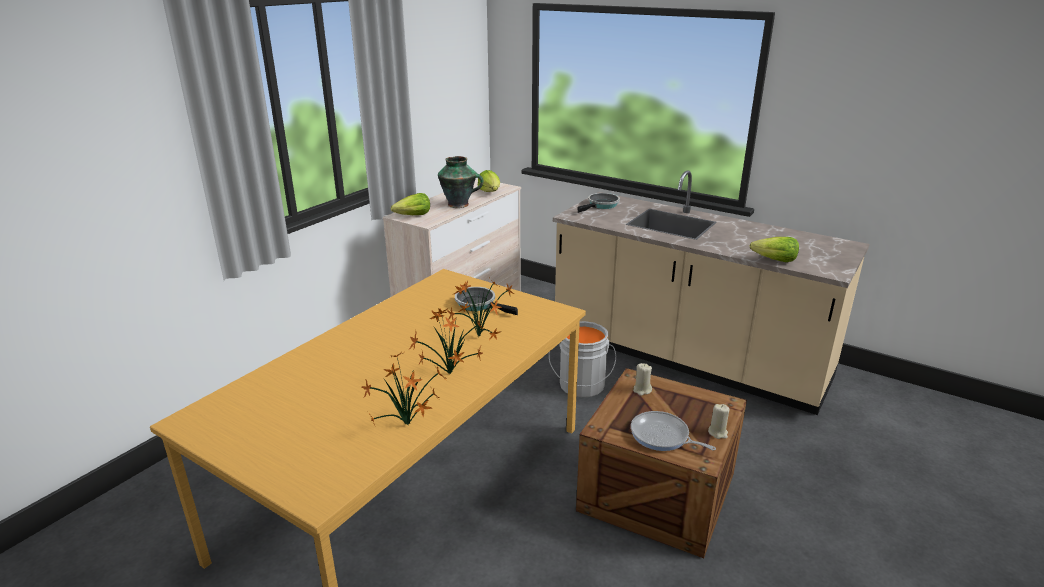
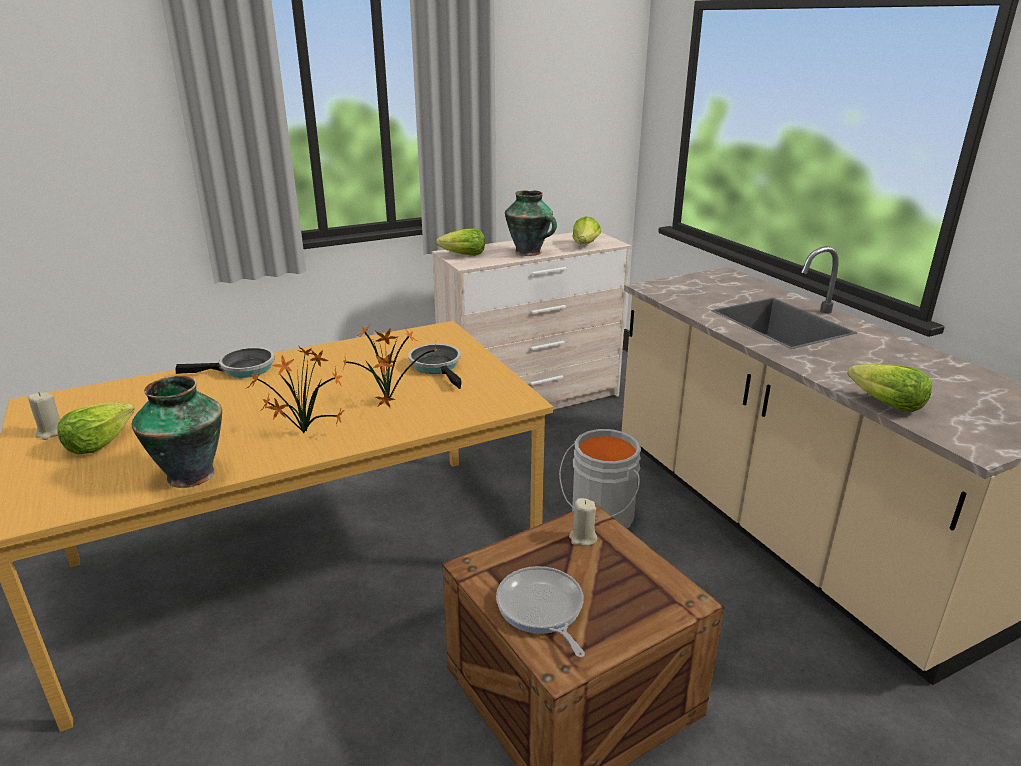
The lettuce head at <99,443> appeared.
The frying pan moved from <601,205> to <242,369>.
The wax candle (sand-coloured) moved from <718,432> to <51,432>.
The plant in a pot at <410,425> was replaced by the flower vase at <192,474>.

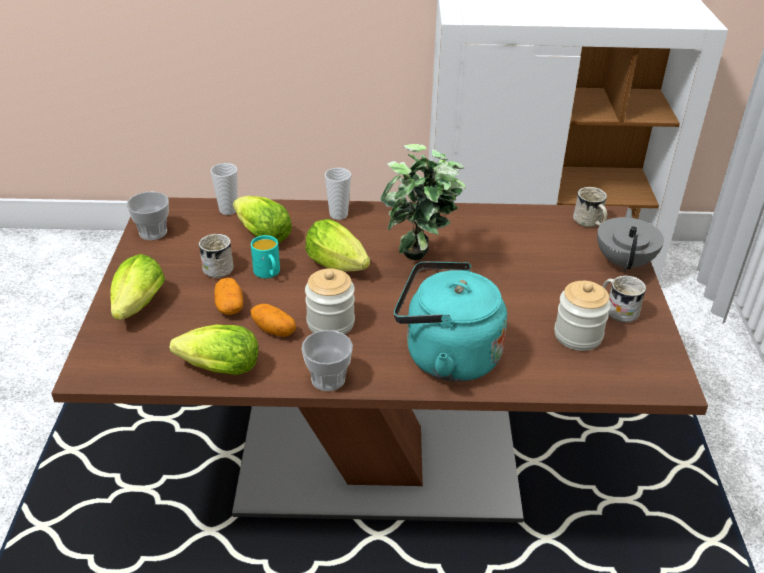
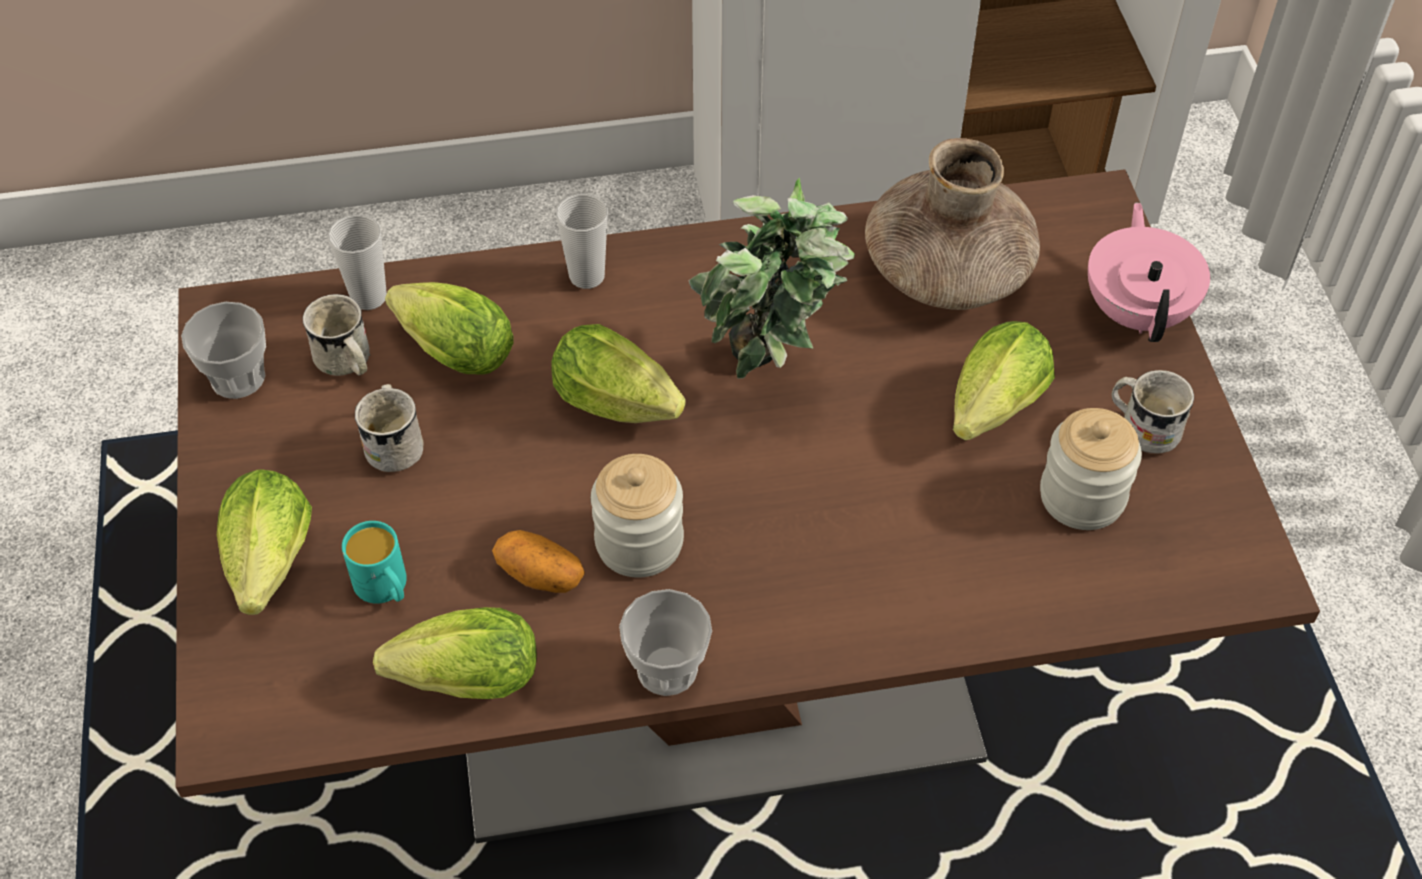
The whole potato at <229,306> disappeared.
The kettle (turquoise) at <446,356> disappeared.
The flower vase (brownish) at <947,270> appeared.
The lettuce head at <991,412> appeared.
The mug (turquoise) moved from <268,273> to <385,588>.
The mug (whitish) moved from <589,223> to <346,364>.
The pot for tea (gray) at <624,262> became the pot for tea (pink-coloured) at <1138,310>.

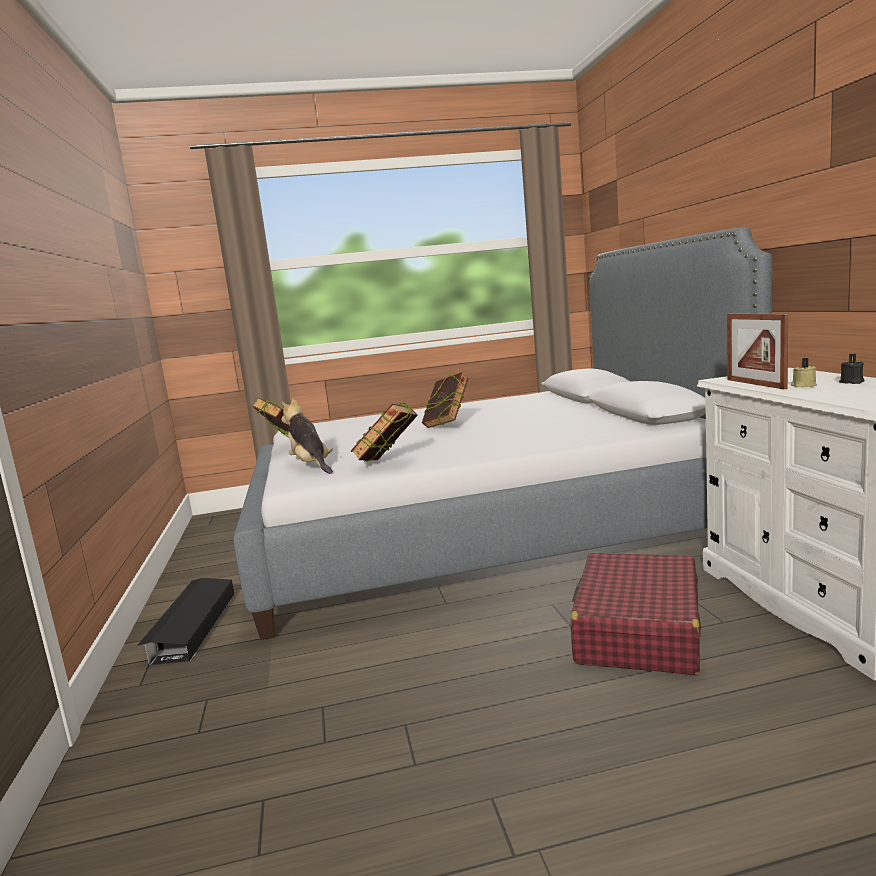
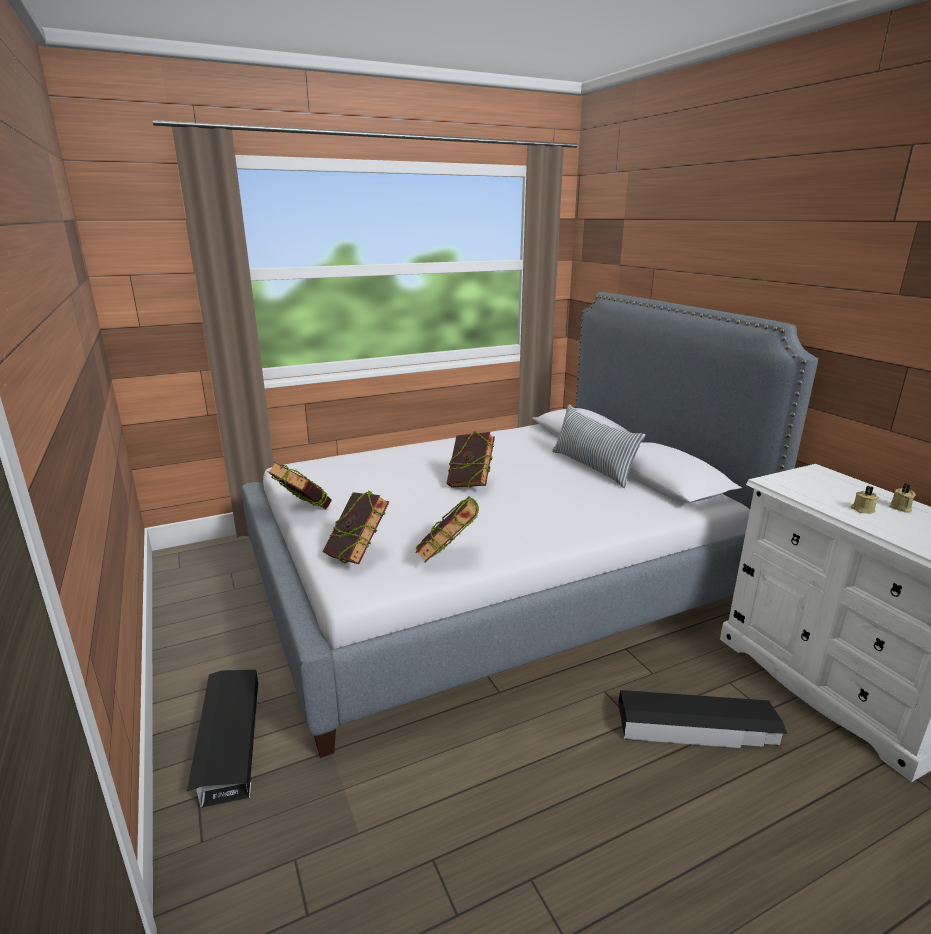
The photo frame at <755,384> disappeared.
The pillow at <592,467> appeared.
The cuddly toy at <311,466> was replaced by the bound book at <358,556>.
The suitcase (red) at <637,631> was replaced by the storage container (blackish) at <697,727>.
The wax candle (blackish) at <851,382> became the wax candle (sand-coloured) at <900,508>.

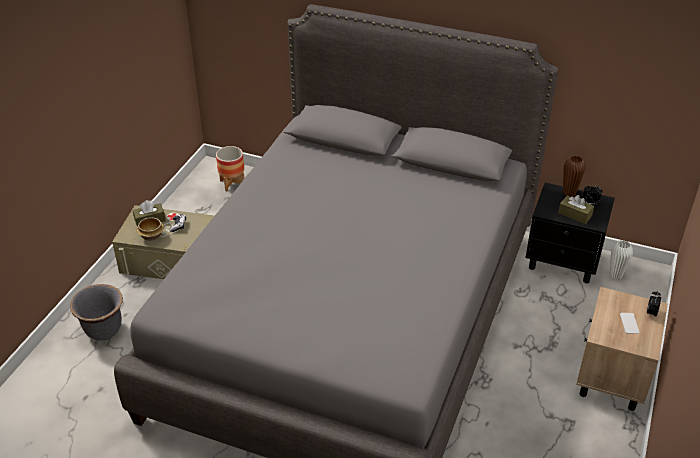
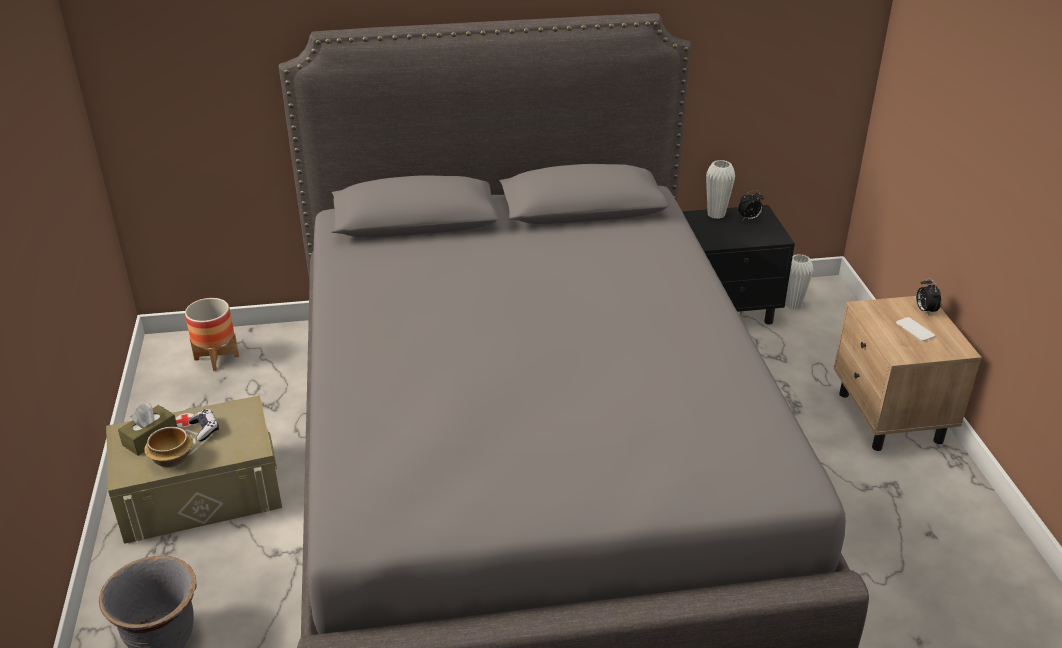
The box of tissues (brownish) at <575,214> disappeared.
The flower vase (brownish) at <569,193> became the flower vase (whitish) at <716,214>.

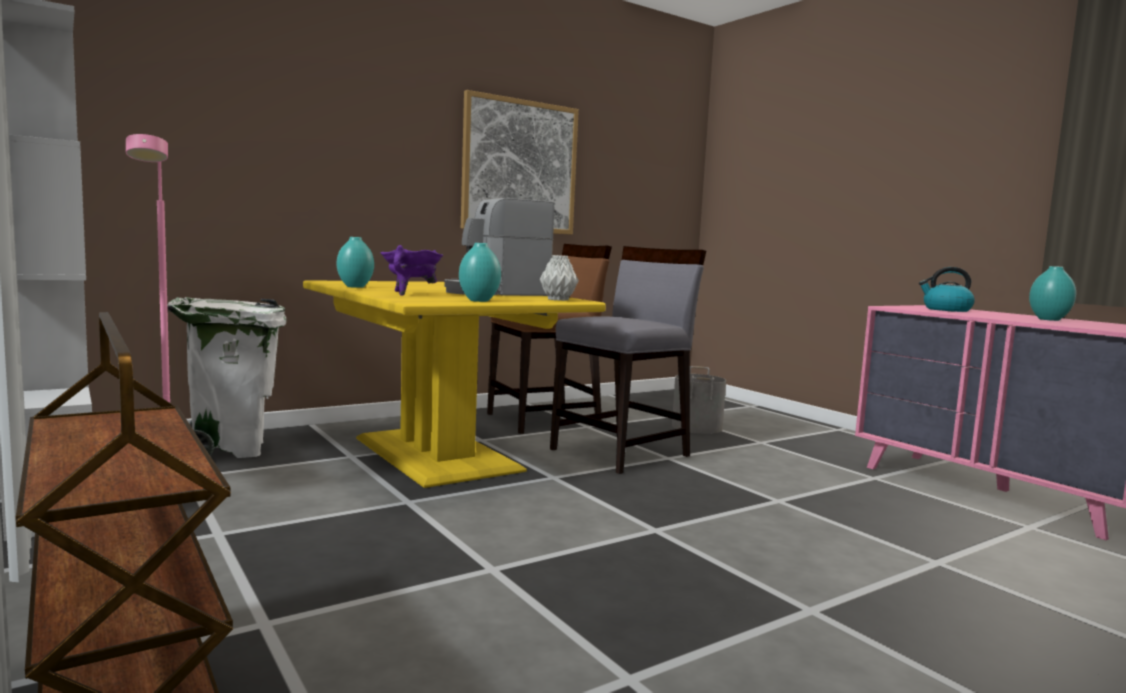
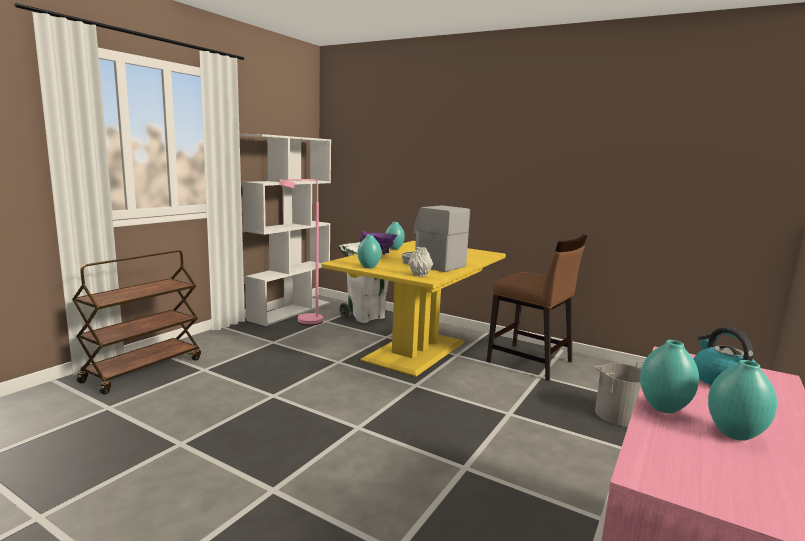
The wall art at <519,166> disappeared.
The chair (gray) at <621,452> disappeared.
The flower vase (turquoise) at <663,407> appeared.

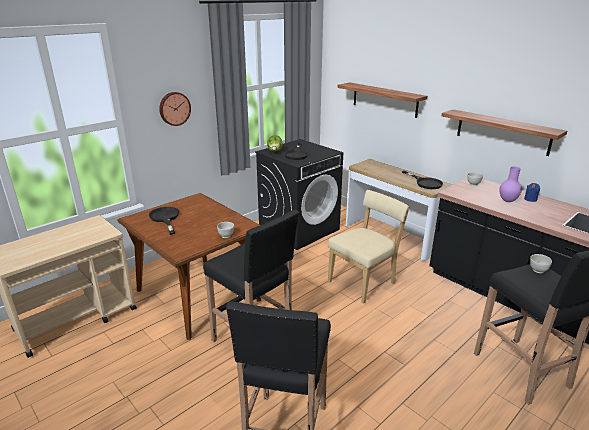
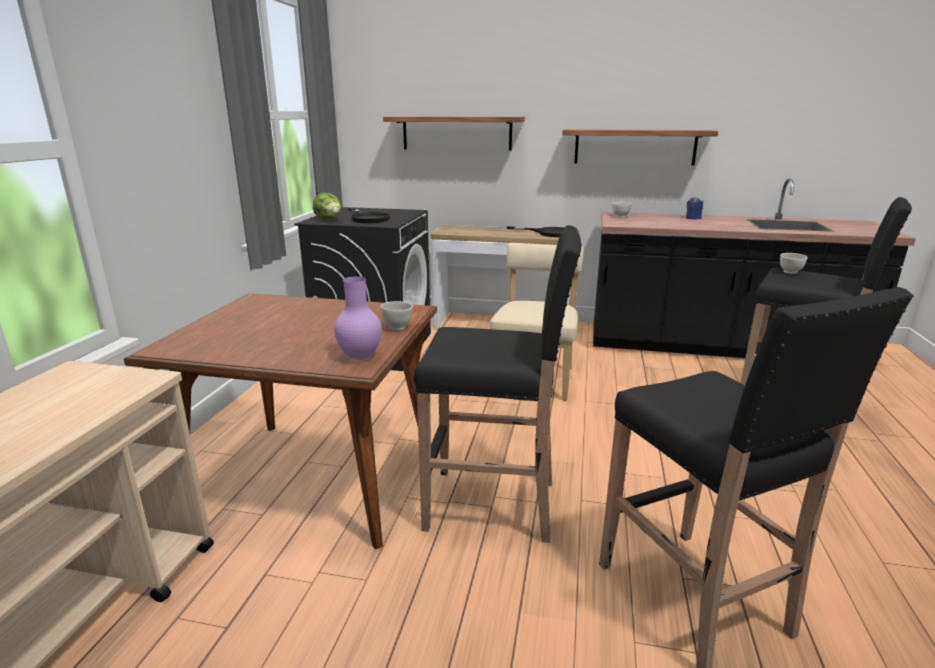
The frying pan (blackish) at <165,218> disappeared.
The clock on the wall at <174,108> disappeared.
The flower vase (purplish) moved from <508,201> to <361,357>.

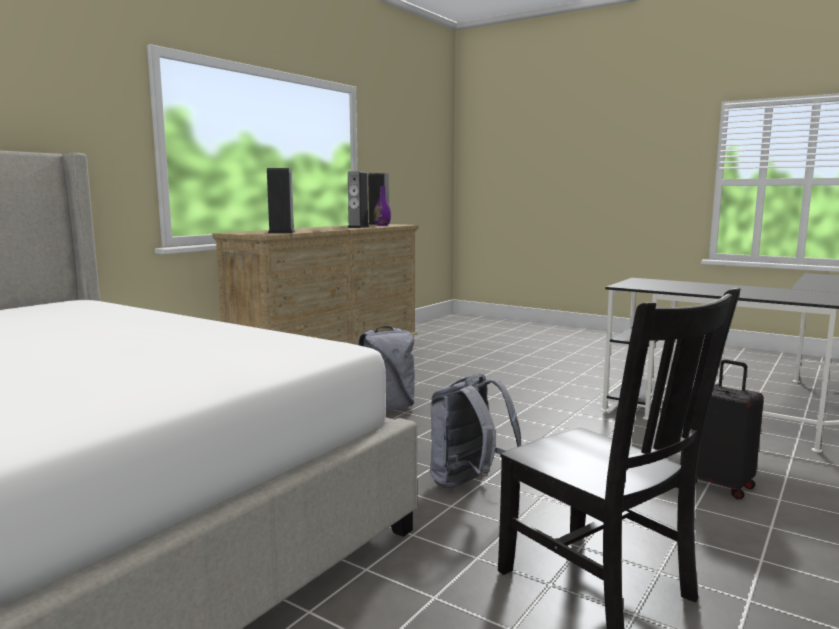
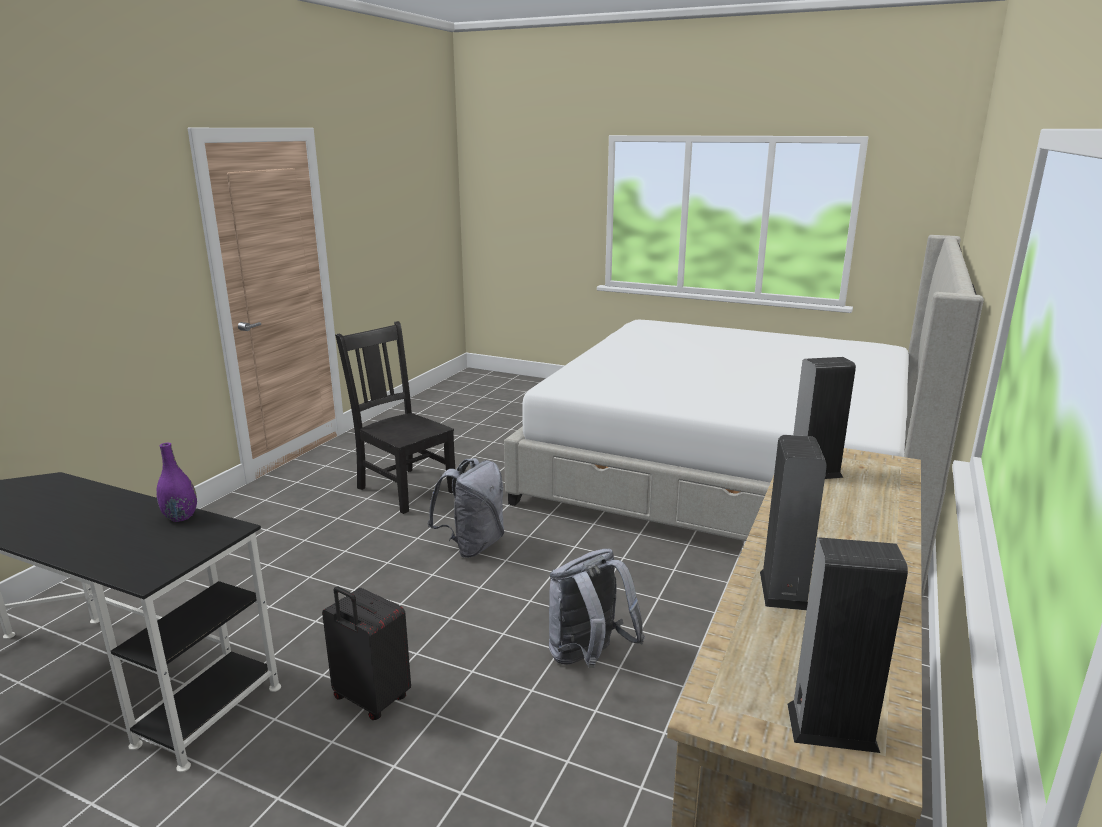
The flower vase (purplish) moved from <382,225> to <180,517>.
The suitcase (blackish) moved from <718,484> to <370,699>.

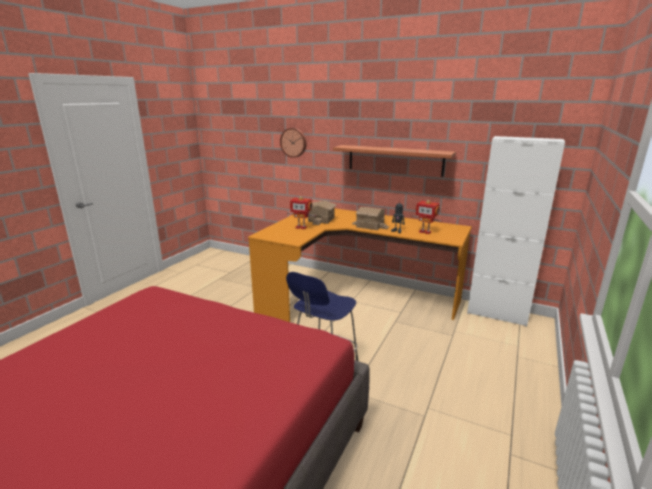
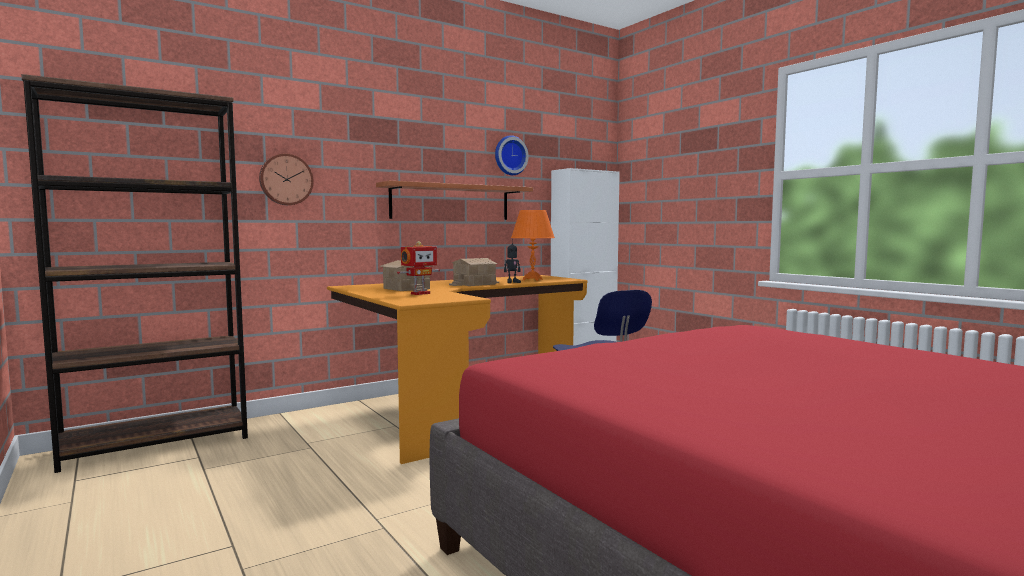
The bookshelf (brownish) at <157,443> appeared.
The clock on the wall at <509,155> appeared.
The robot figure at <425,232> was replaced by the table lamp (orange) at <532,280>.

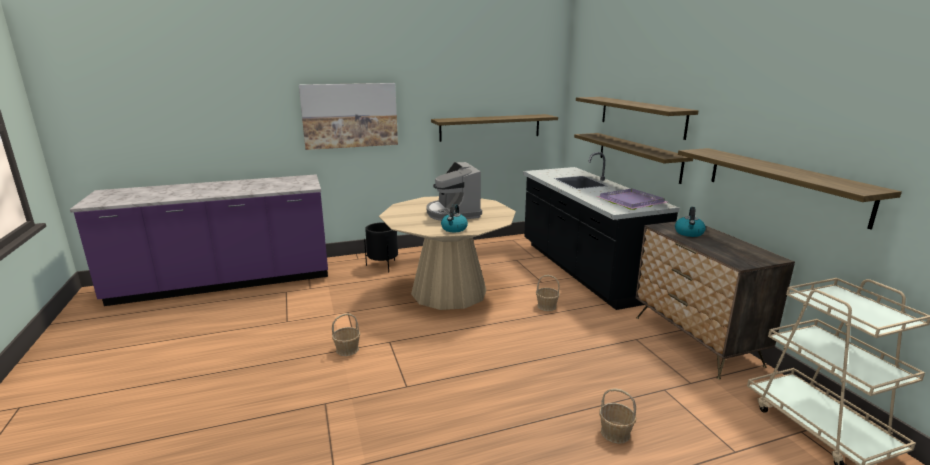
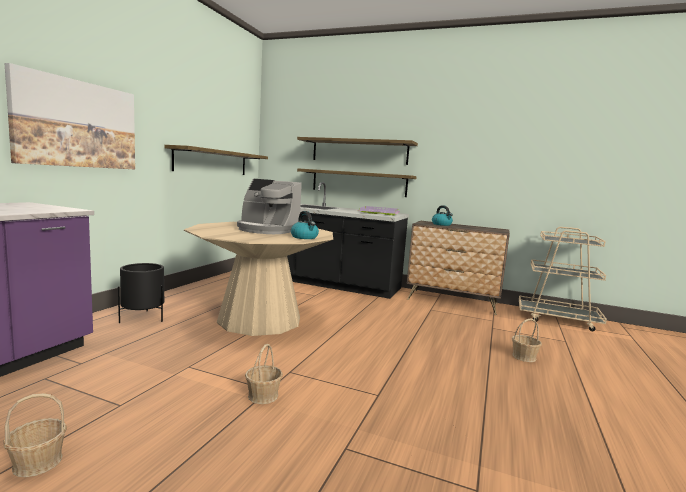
The shelf at <783,184> disappeared.
The basket moved from <546,306> to <37,462>.

